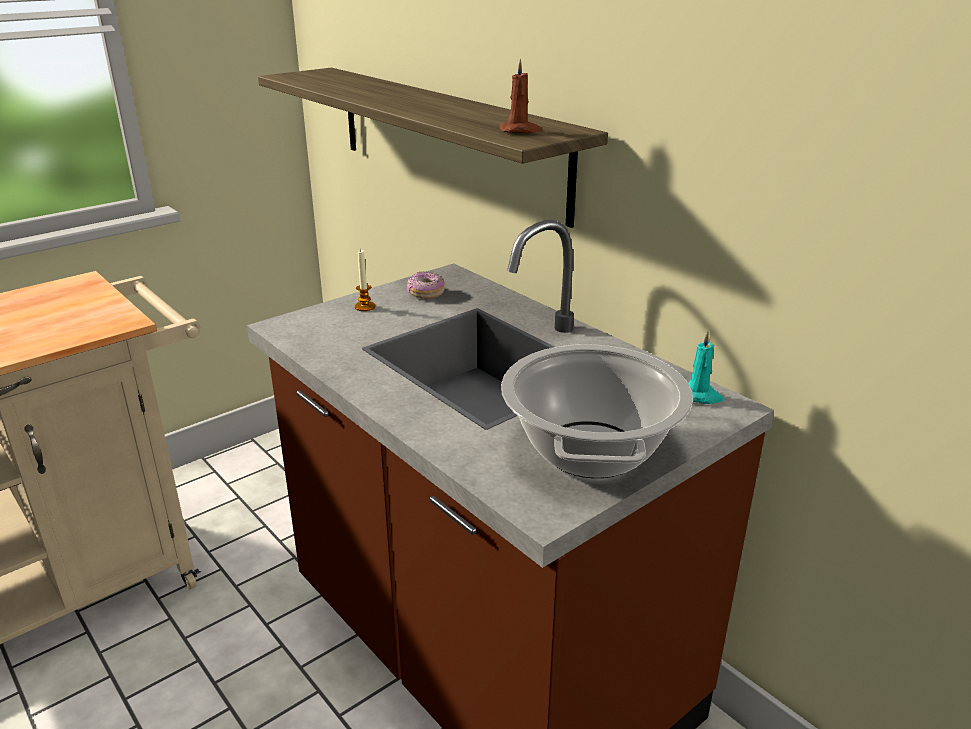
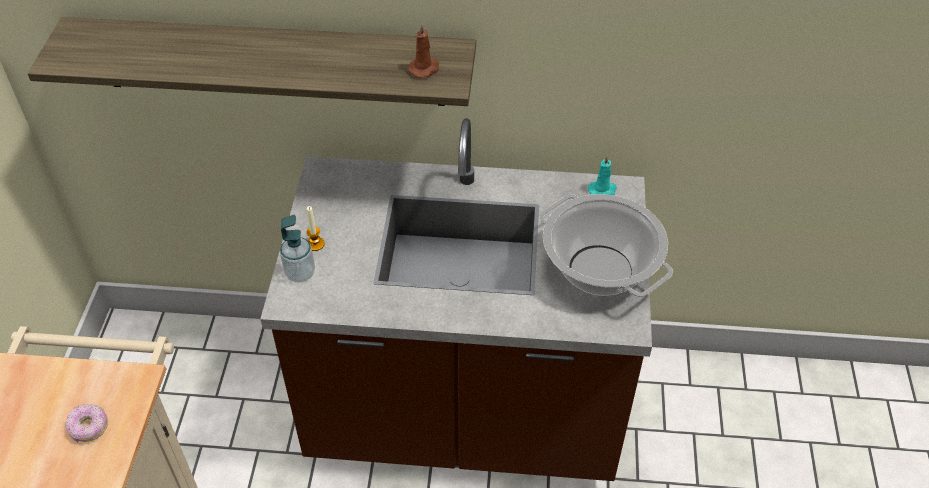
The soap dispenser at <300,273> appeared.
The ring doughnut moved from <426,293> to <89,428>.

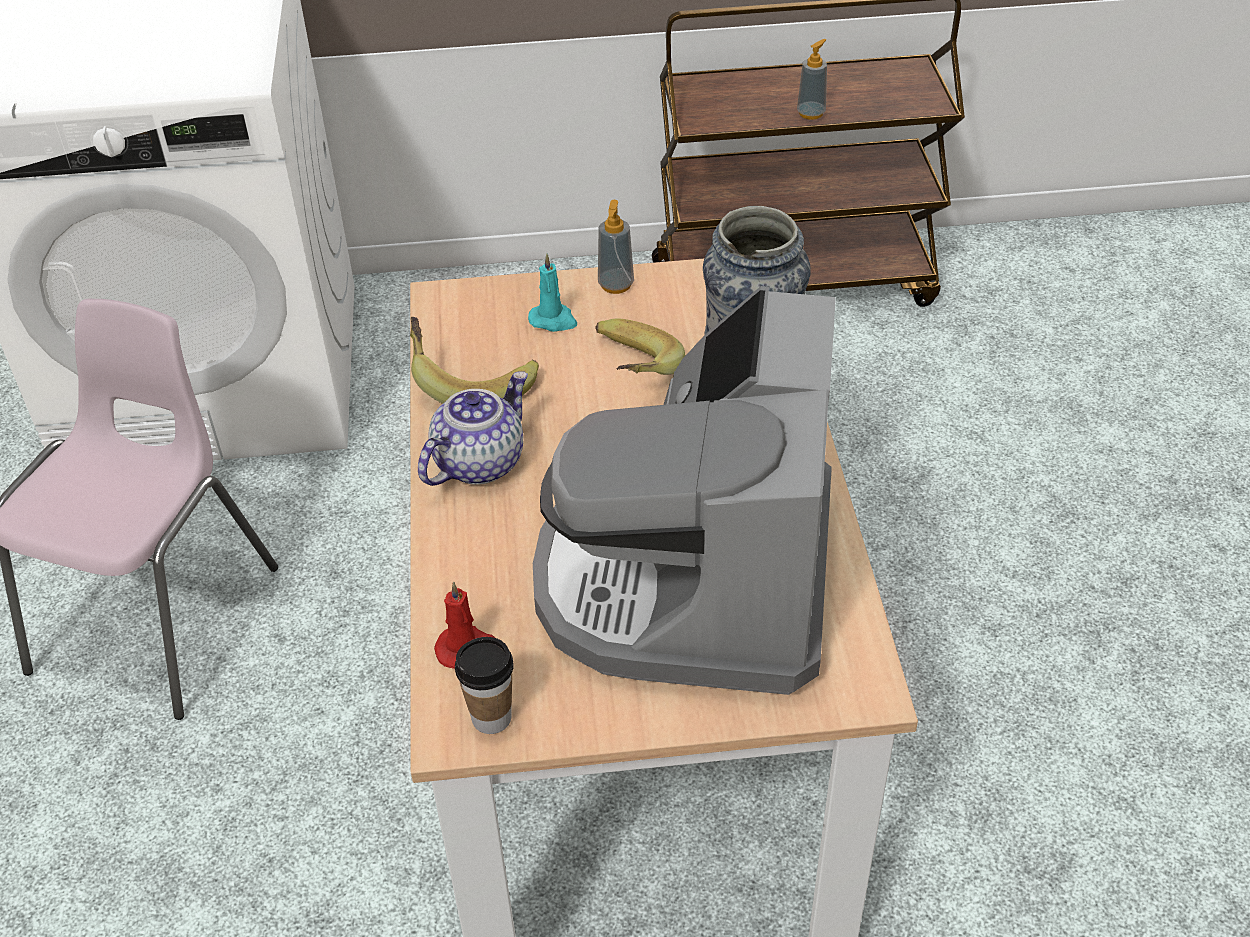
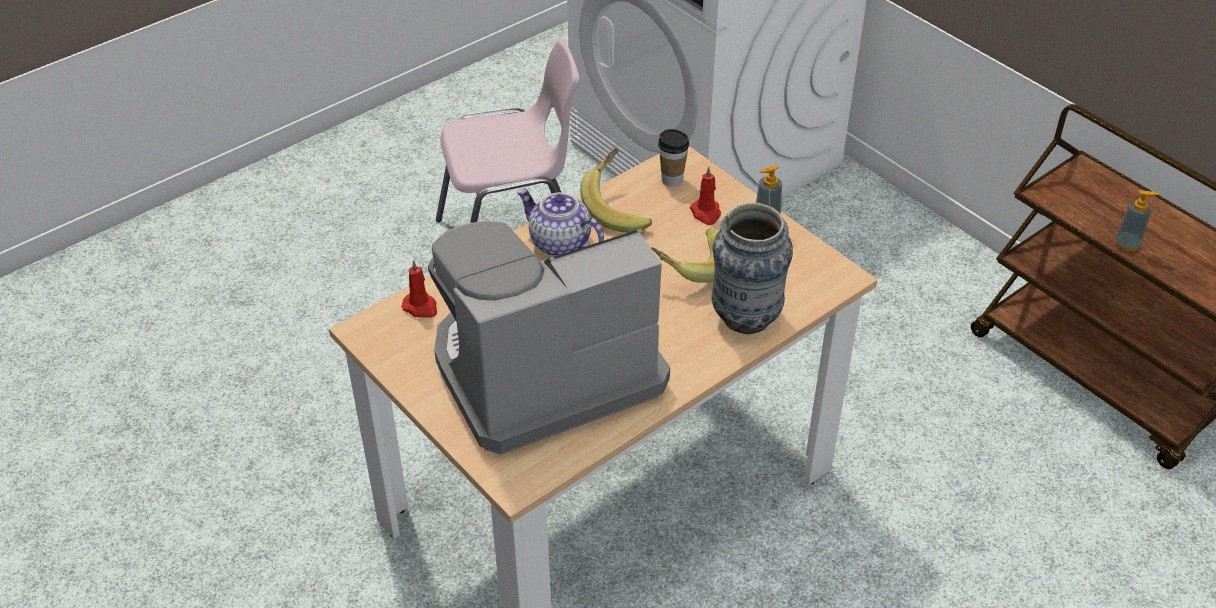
The drinking cup moved from <491,718> to <672,179>.
The wax candle (turquoise) at <553,320> became the wax candle (red) at <706,213>.
The pot for tea at <479,462> turned 150 degrees counterclockwise.

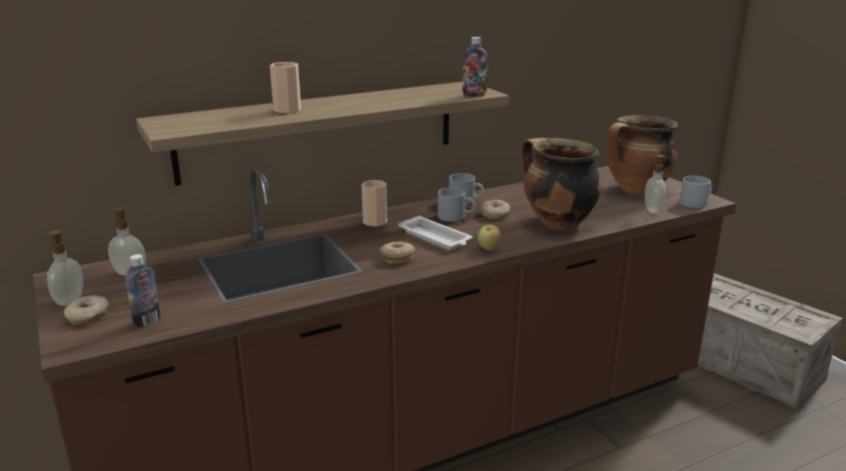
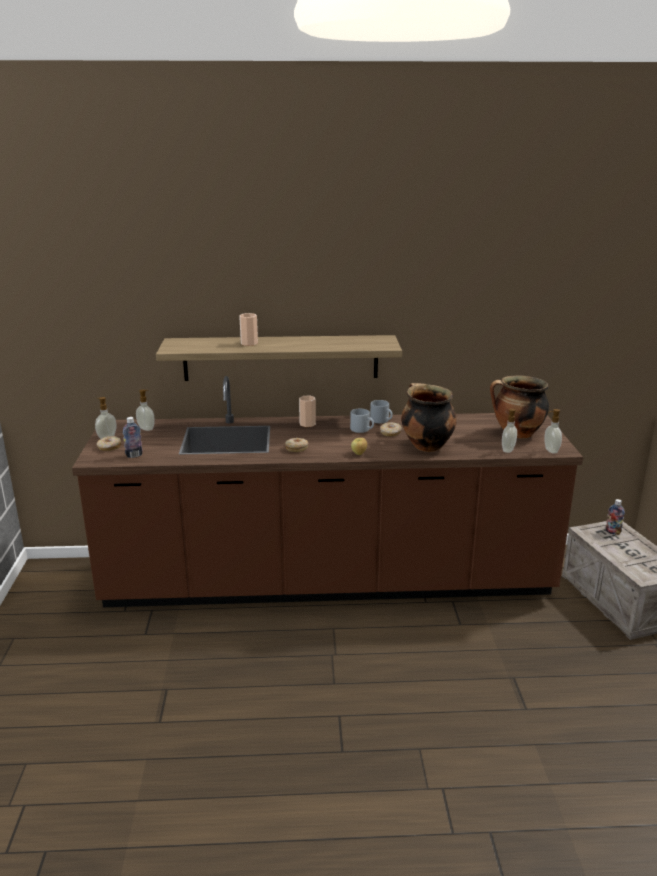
The tray (whitish) at <435,238> disappeared.
The drink bottle moved from <474,95> to <612,532>.
The mug (gray) at <696,202> was replaced by the soap dispenser at <550,450>.

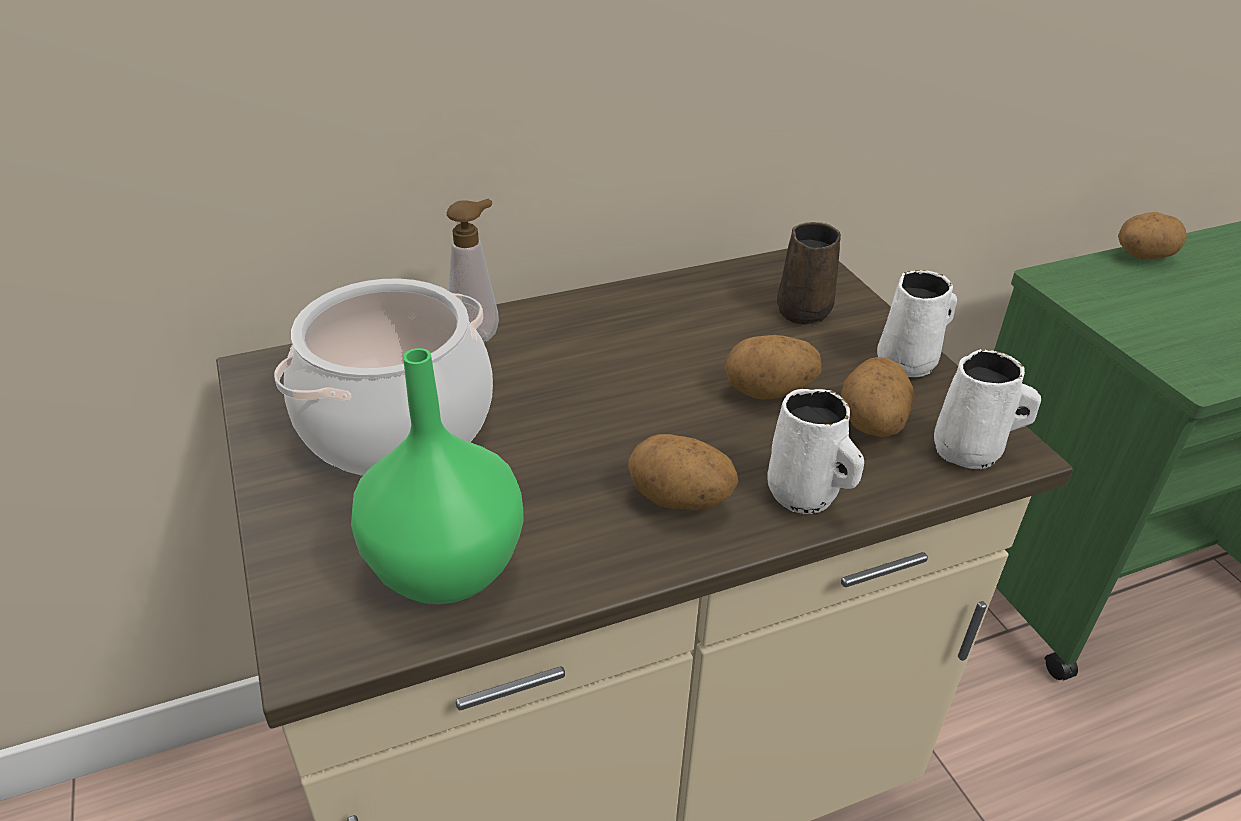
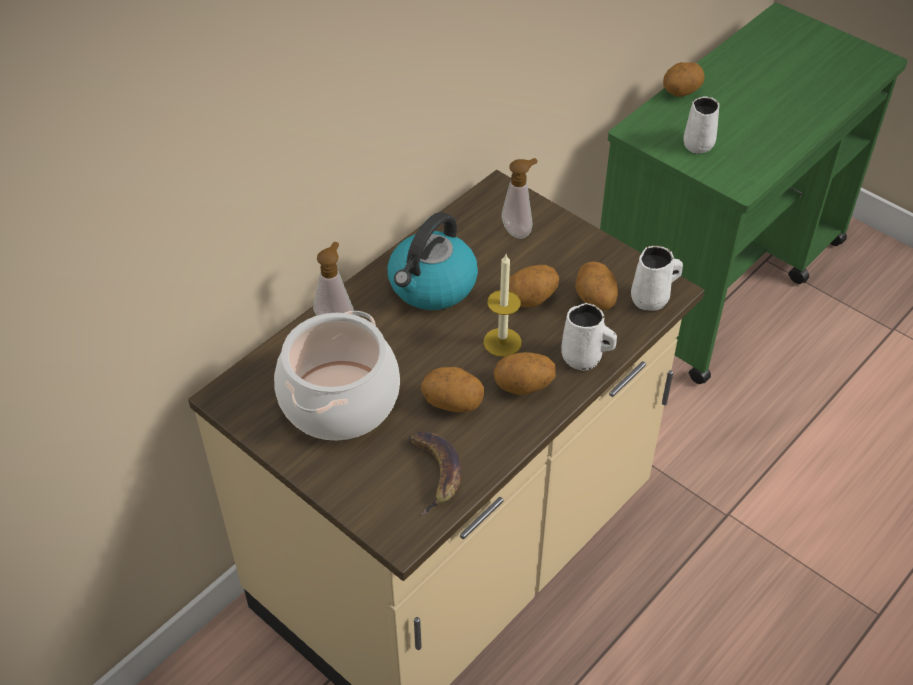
The kettle at <432,286> appeared.
The whole potato at <453,403> appeared.
The wax candle at <502,342> appeared.
The mug (whitish) moved from <908,363> to <699,144>.
The flower vase (green) at <447,572> was replaced by the banana fruit at <435,472>.
The mug (brownish) at <805,310> was replaced by the soap dispenser at <519,230>.

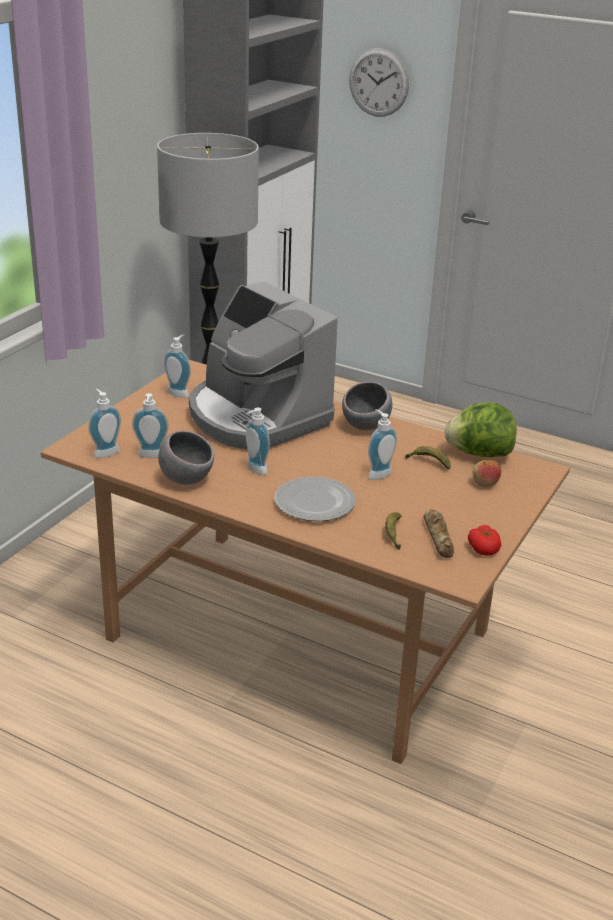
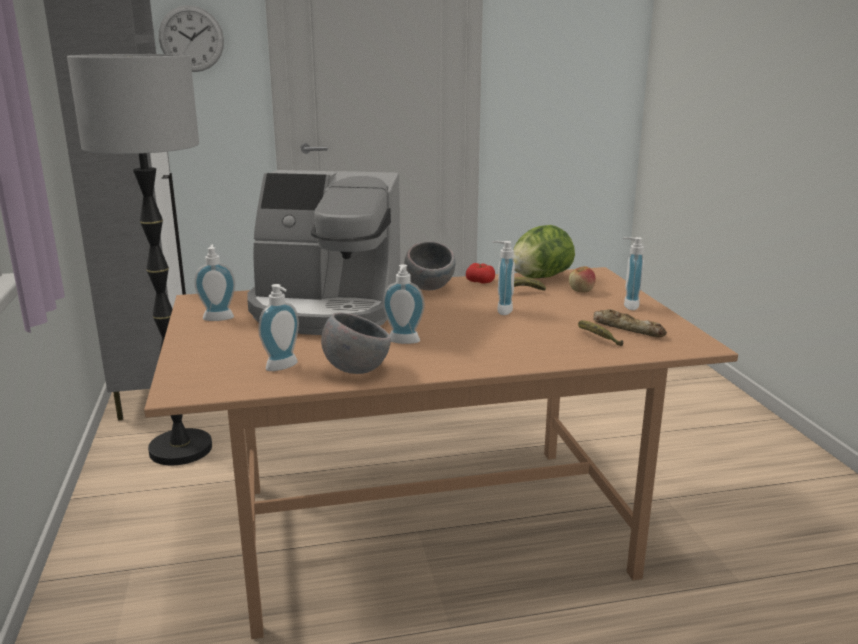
The dinner plate at <313,502> disappeared.
The soap dispenser moved from <105,452> to <627,305>.
The tomato moved from <483,548> to <480,281>.

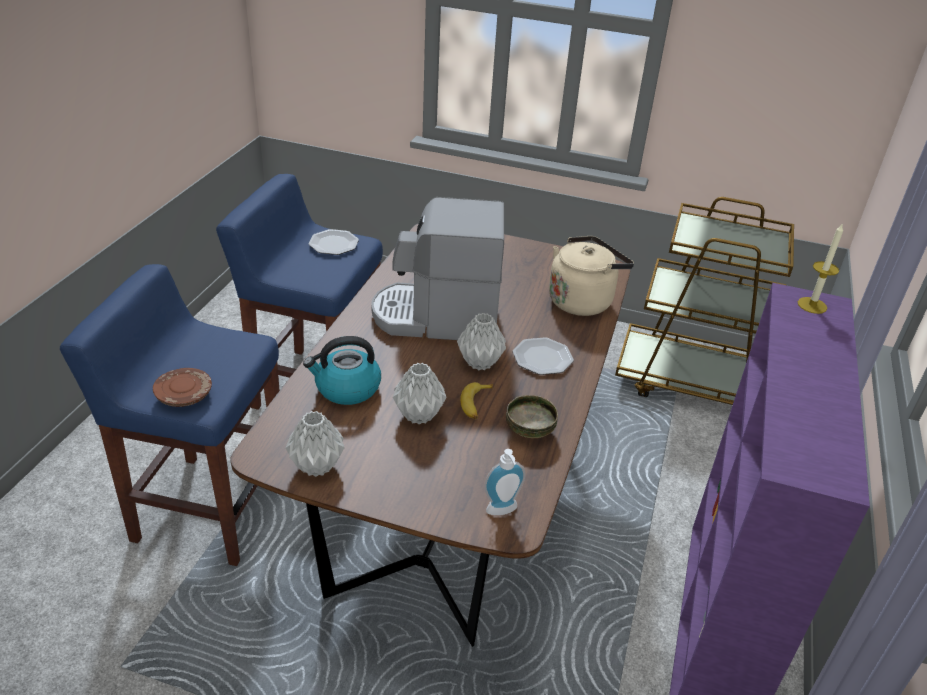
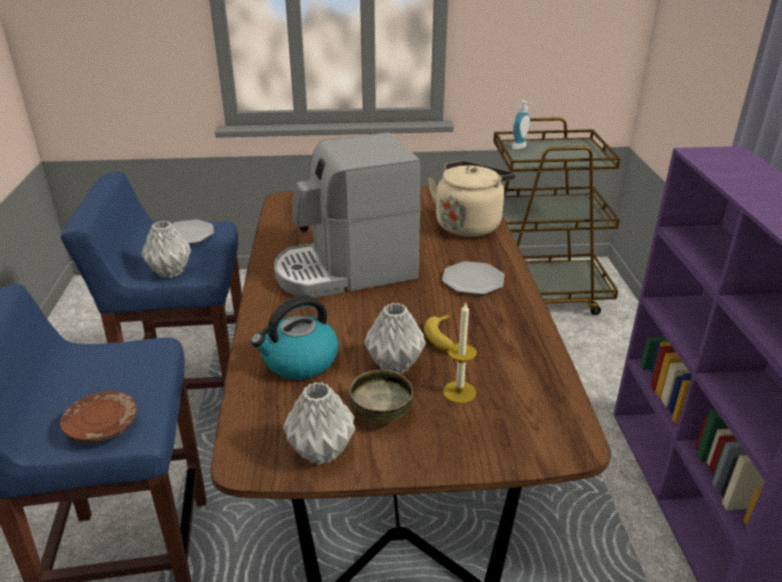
The flower vase (gray) moved from <481,362> to <171,272>.
The soap dispenser moved from <503,511> to <520,147>.
The serving bowl moved from <529,430> to <380,413>.
The wax candle moved from <812,305> to <459,392>.

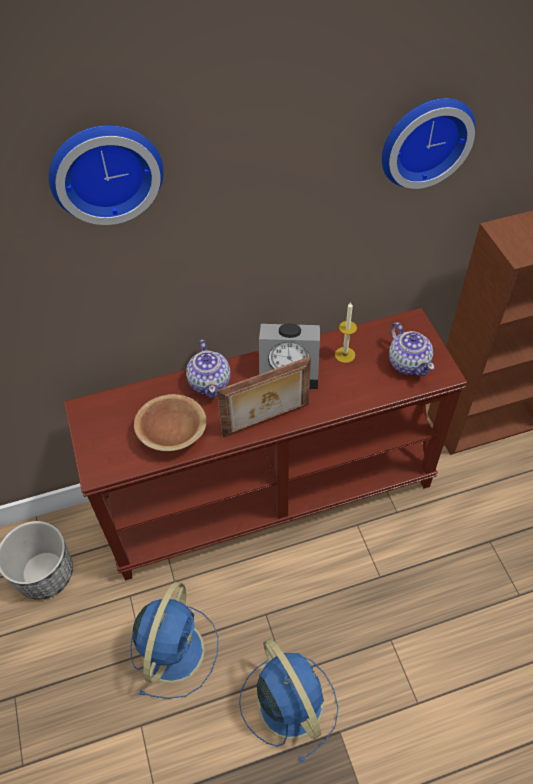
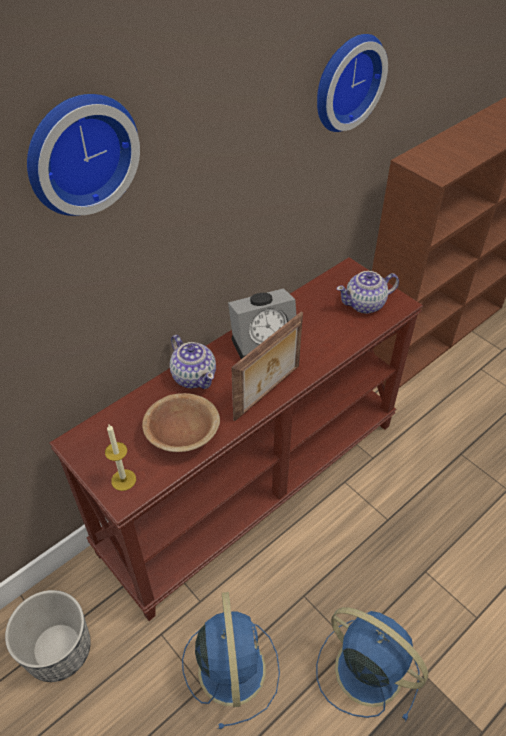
The wax candle moved from <345,355> to <123,480>.
The pot for tea at <408,363> turned 120 degrees clockwise.

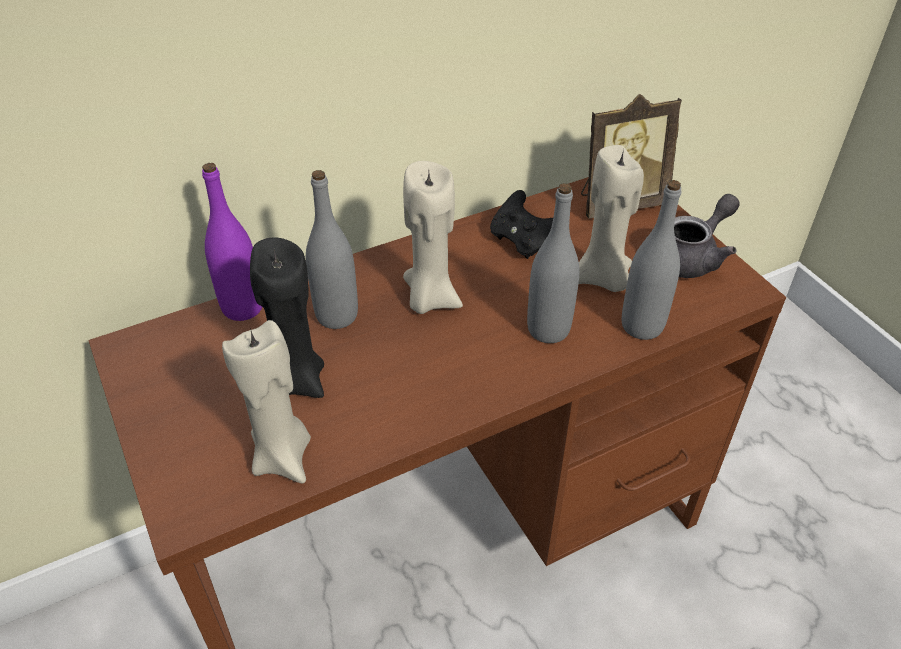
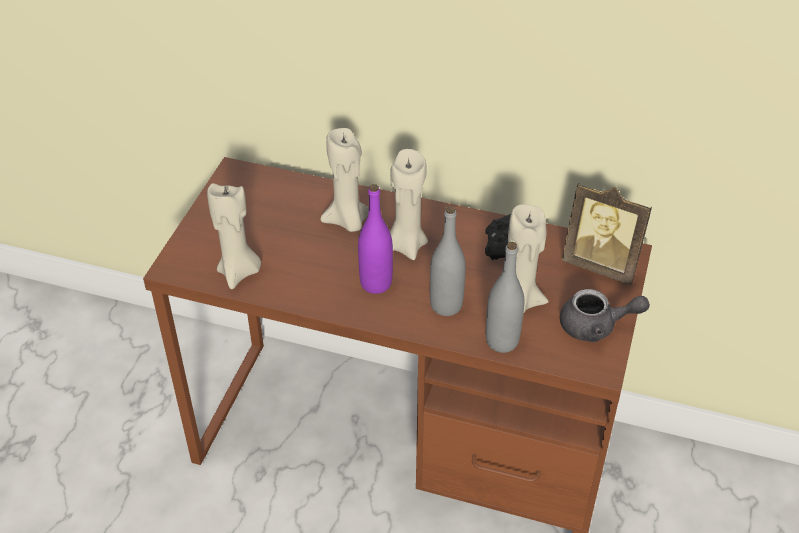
The wax candle (blackish) at <296,380> disappeared.
The drink bottle (purplish) moved from <242,307> to <376,283>.
The drink bottle (gray) at <337,315> was replaced by the wax candle (sand-coloured) at <347,221>.

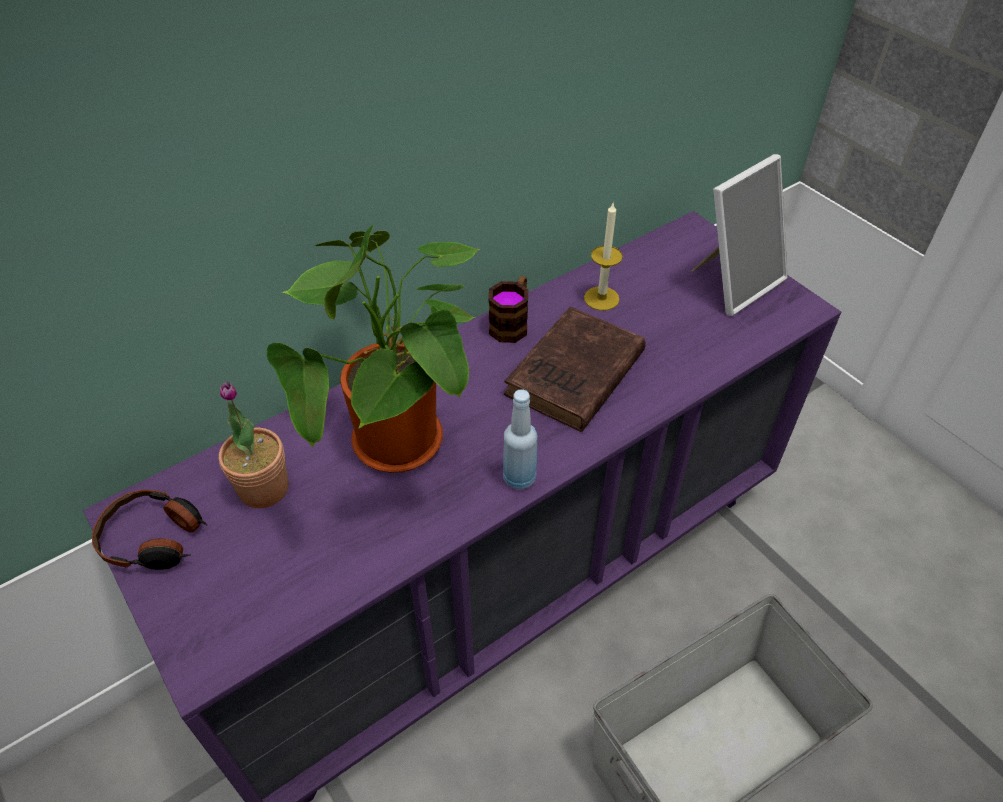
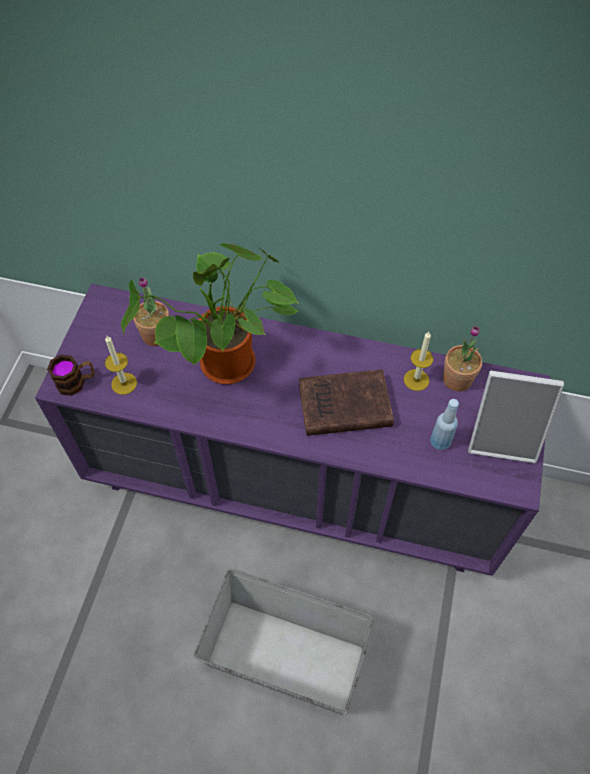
The headphones at <155,539> disappeared.
The wax candle at <124,383> appeared.
The plant in a pot at <457,379> appeared.
The mug moved from <512,323> to <76,382>.
The drink bottle (blue-coloured) moved from <519,478> to <440,442>.

